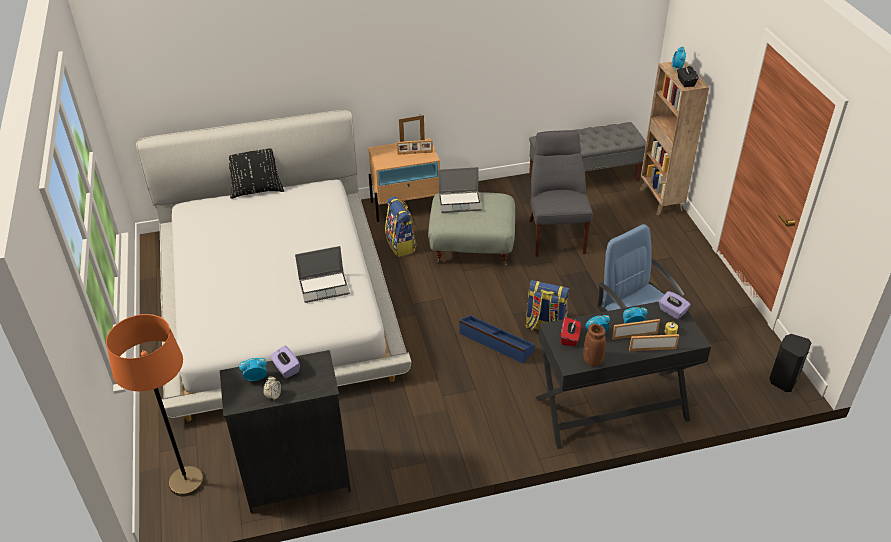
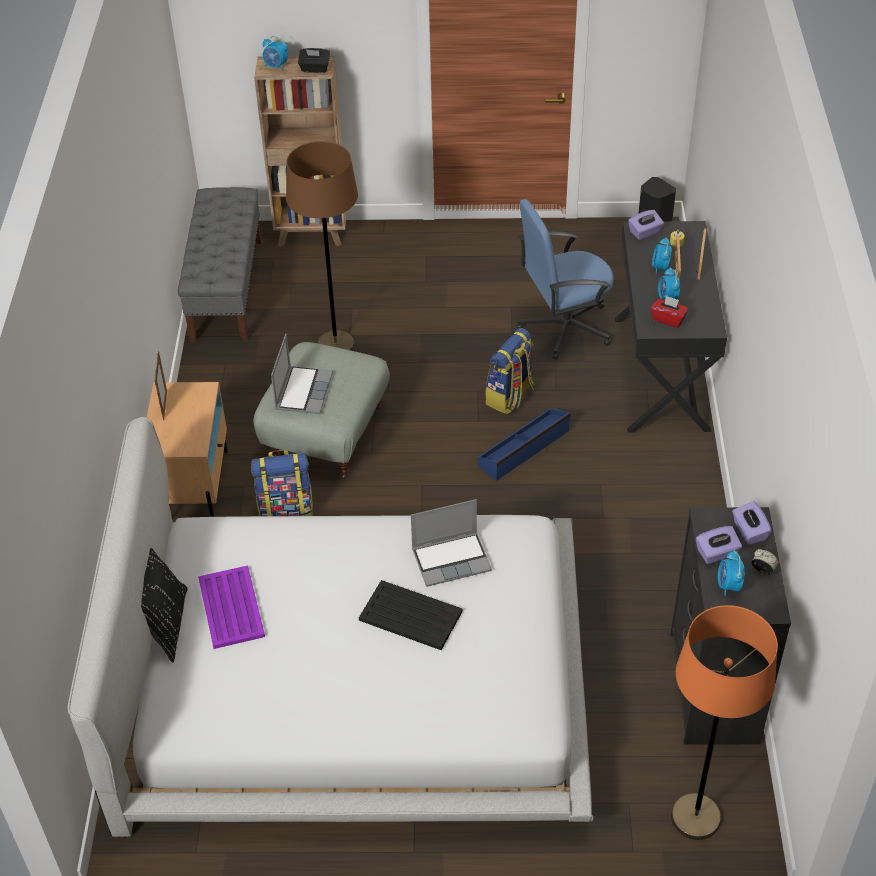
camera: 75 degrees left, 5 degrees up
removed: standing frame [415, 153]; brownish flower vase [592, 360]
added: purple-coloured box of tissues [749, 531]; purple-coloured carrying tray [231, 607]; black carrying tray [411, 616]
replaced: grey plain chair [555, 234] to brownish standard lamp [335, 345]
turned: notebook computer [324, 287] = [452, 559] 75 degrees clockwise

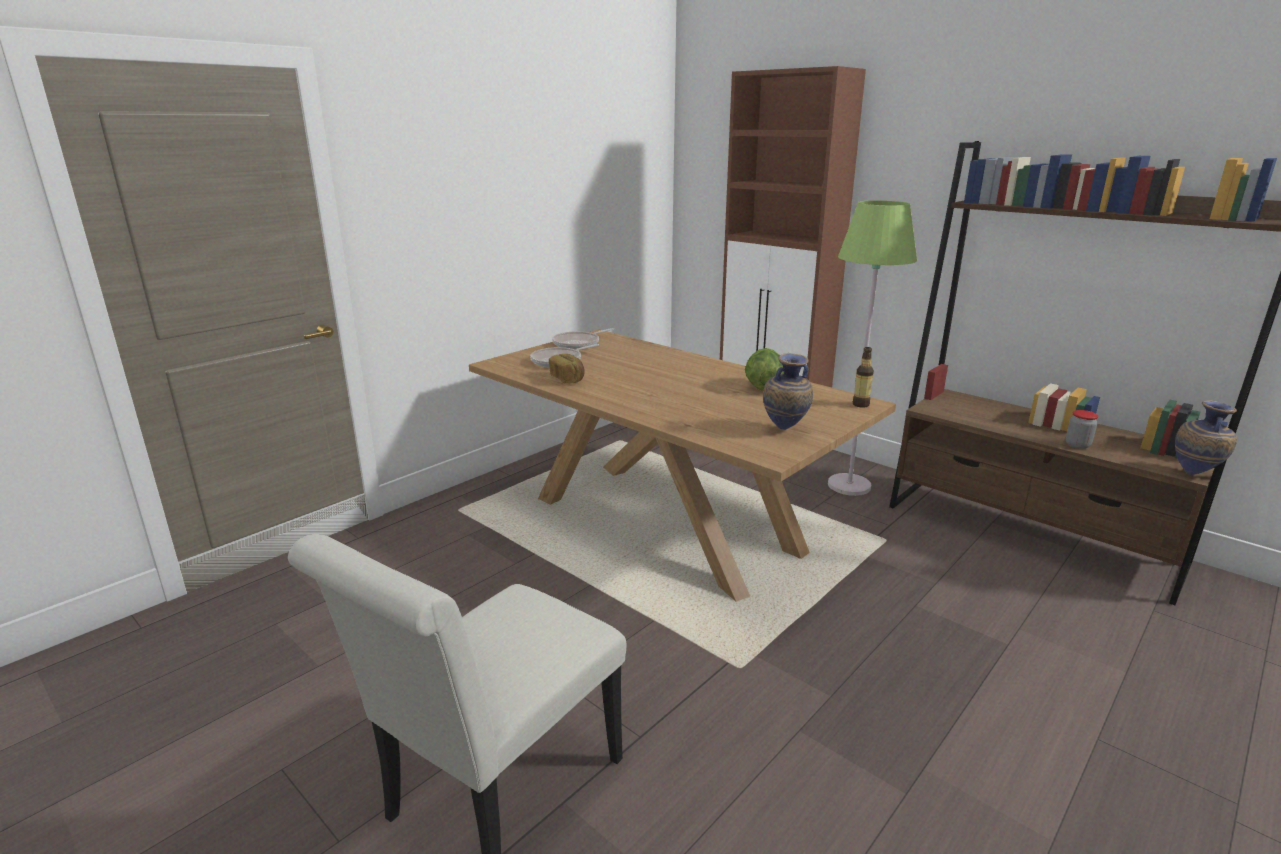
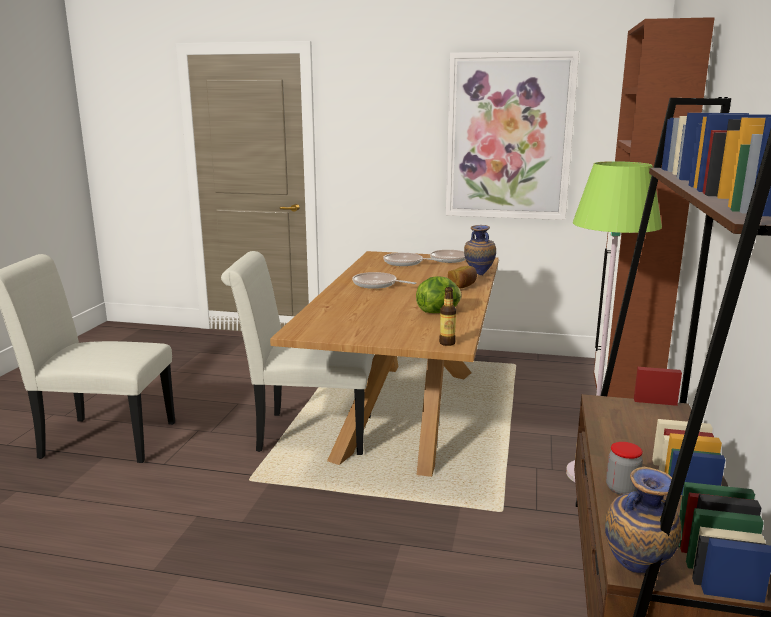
camera: 60 degrees right, 5 degrees down
added: wall art [509, 137]; white-coloured plain chair [306, 433]; frying pan [377, 284]
moved: flower vase [784, 430] to [478, 275]; bread [568, 379] to [463, 286]

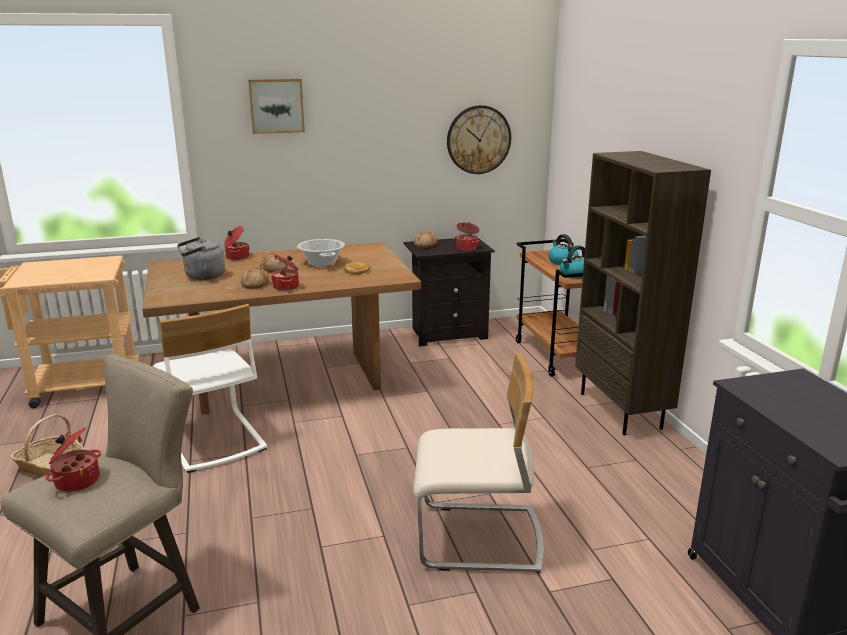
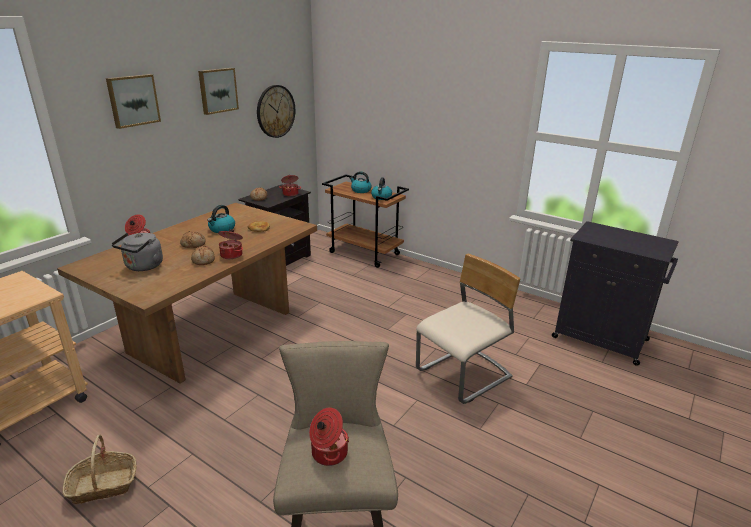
camera: 40 degrees left, 5 degrees up
removed: brownish bookcase [621, 411]; white-coloured plain chair [212, 440]
added: wall art [217, 90]
replaced: saucepot [322, 263] to kettle [222, 229]

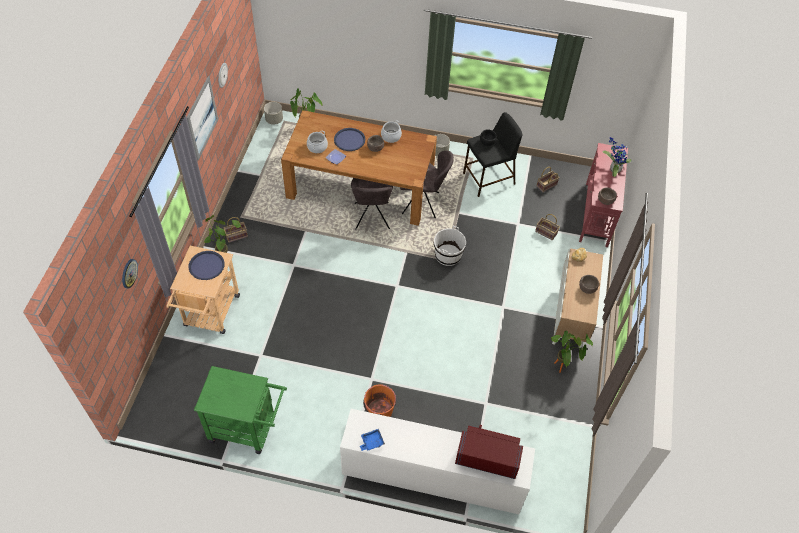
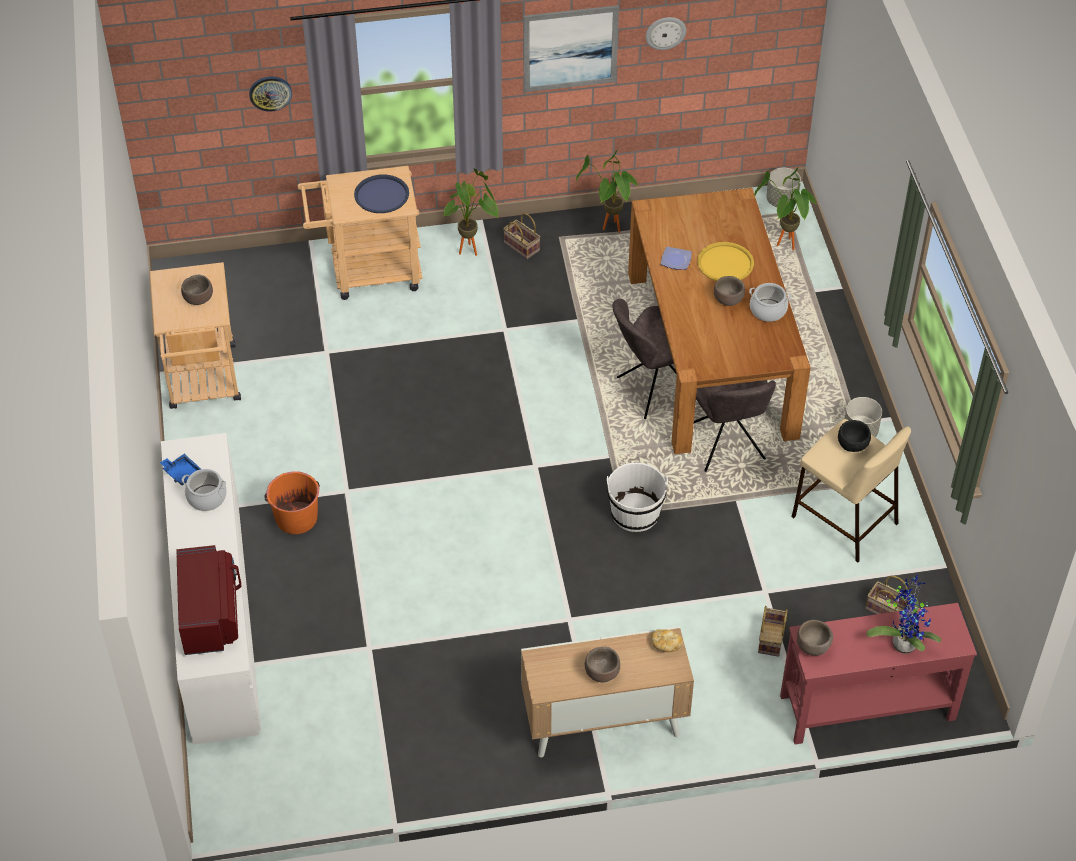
camera: 70 degrees right, 5 degrees down
added: brownish serving bowl [198, 299]
moved: saucepot [317, 147] to [207, 498]; houseplant [562, 369] to [610, 231]
recoloured: black stool seat [488, 179] to sand-coloured stool seat [843, 519]; bluish carrying tray [349, 140] to yellowish carrying tray [725, 263]; green-coloured cart [248, 428] to sand-coloured cart [204, 383]

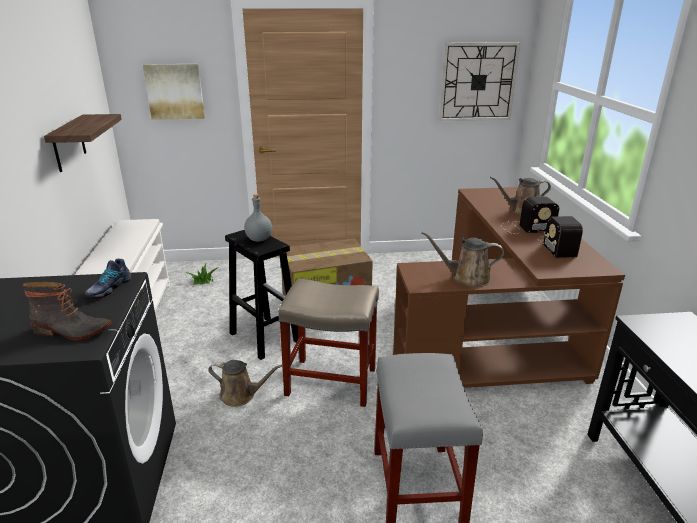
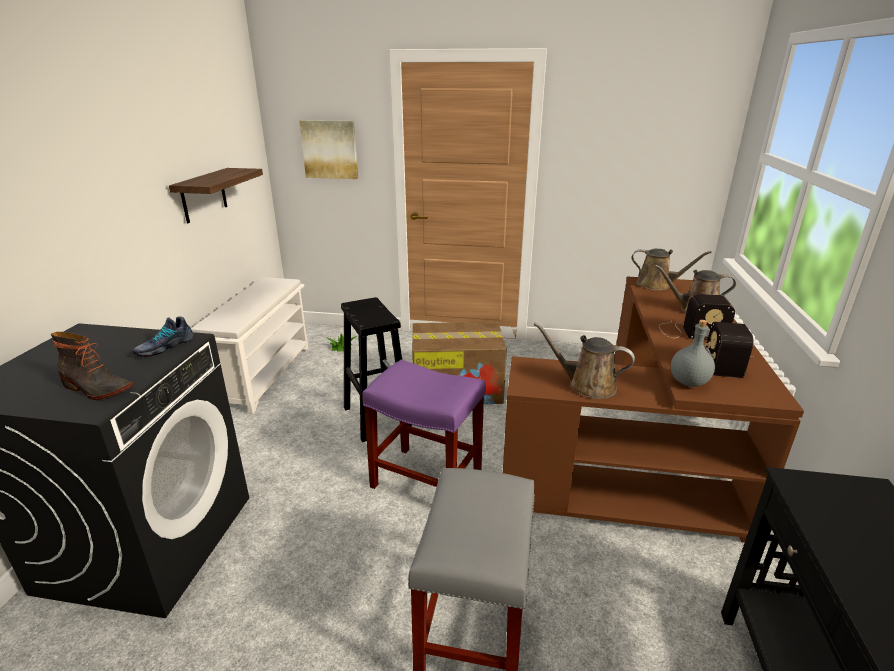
camera: 15 degrees right, 0 degrees up
removed: clock on the wall [478, 82]
moved: grey drink bottle [259, 239] to [689, 382]; brownish watering pot [241, 395] to [657, 285]
recoloured: sand-coloured stool seat [332, 381] to purple-coloured stool seat [428, 480]

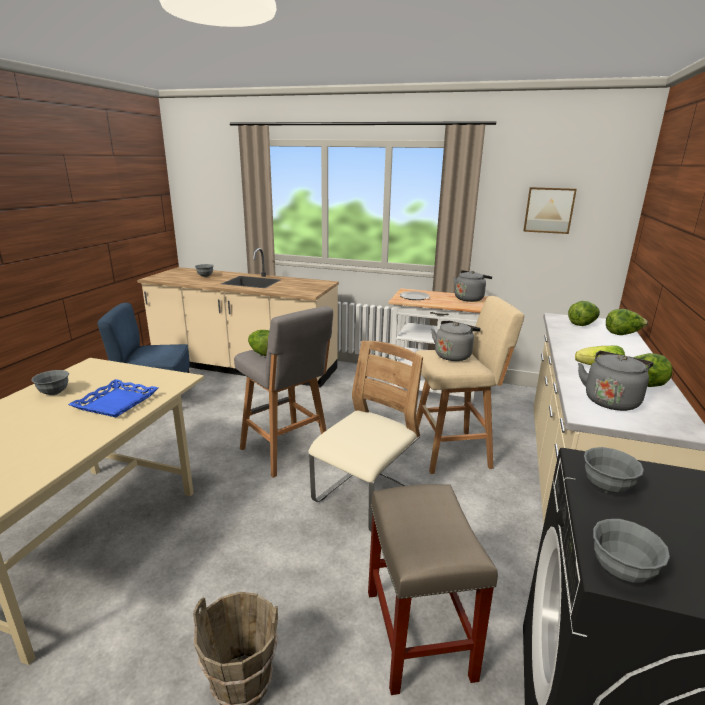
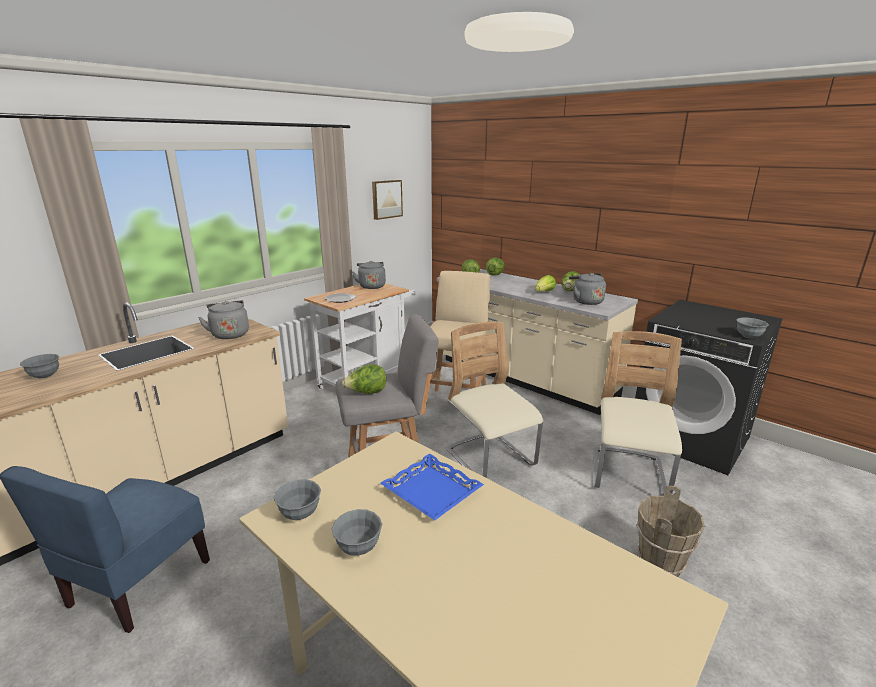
camera: 65 degrees left, 0 degrees up
moved: grey kettle [453, 355] to [229, 334]; grey serving bowl [606, 487] to [300, 514]
replaced: sand-coloured stool seat [419, 635] to sand-coloured plain chair [628, 475]

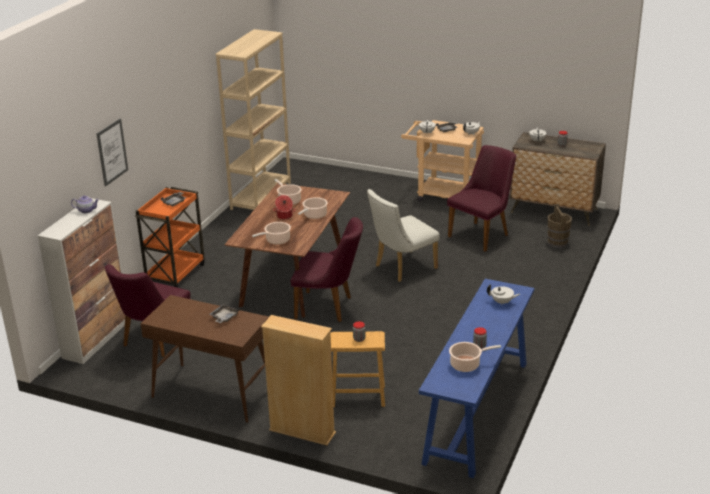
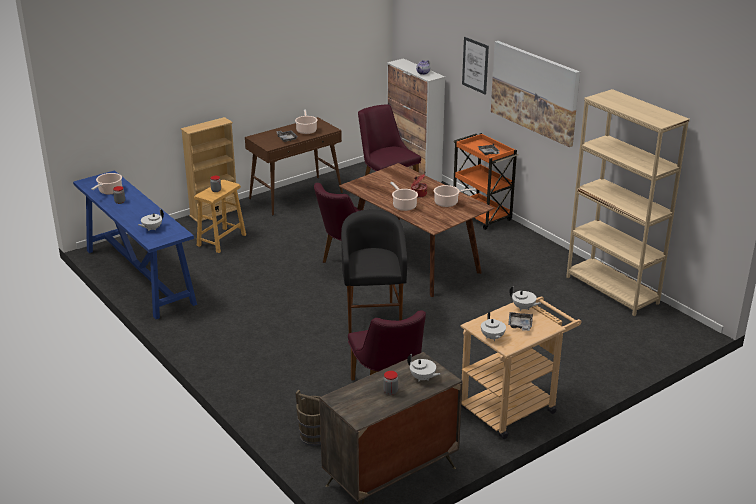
camera: 120 degrees right, 0 degrees up
added: wall art [534, 92]
moved: saucepot [276, 240] to [306, 130]
replaced: white-coloured plain chair [402, 268] to black stool seat [373, 318]

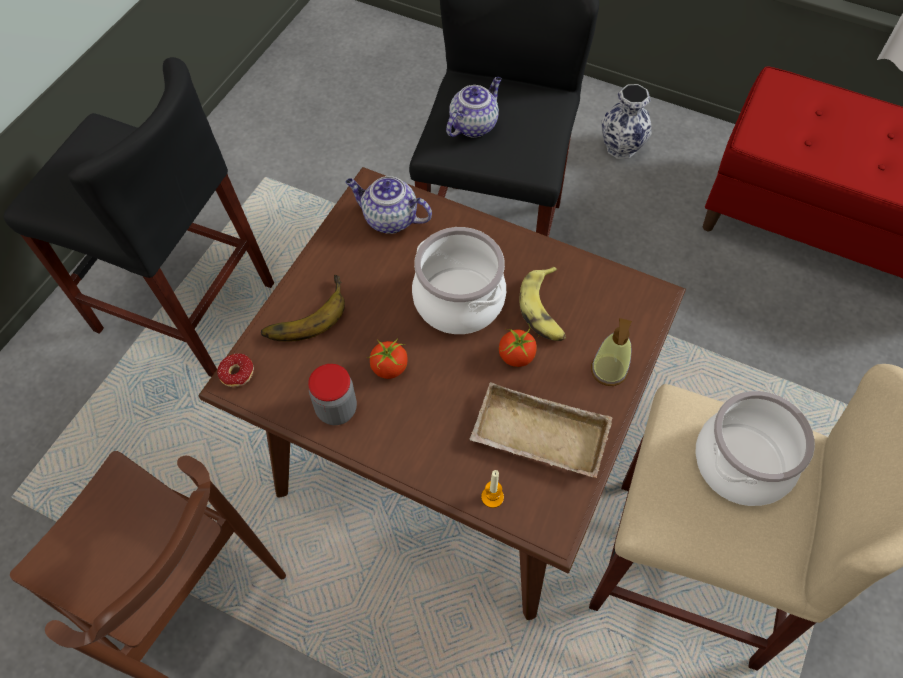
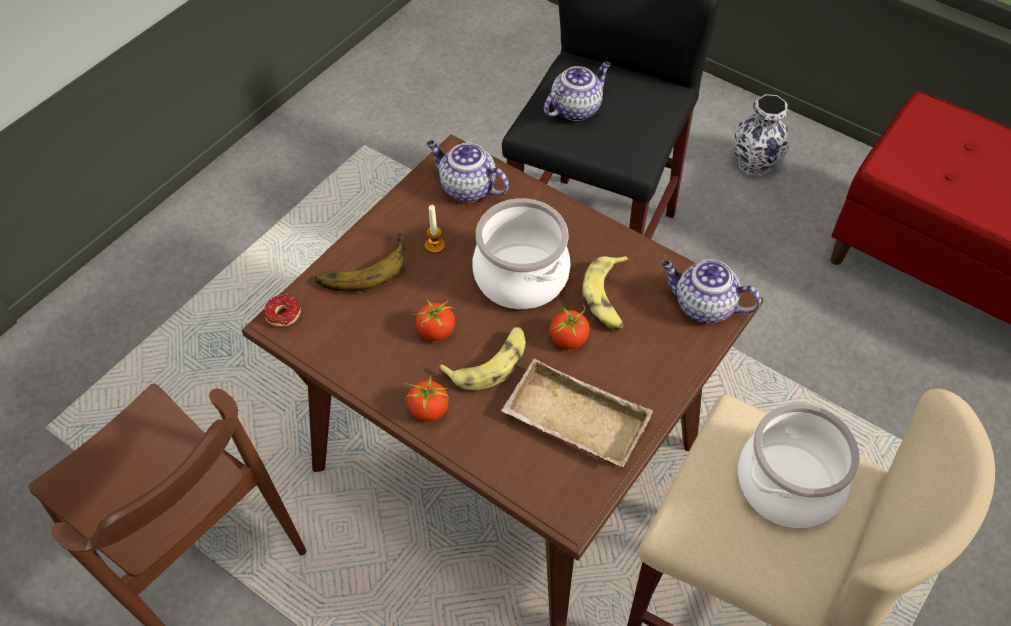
camera: 10 degrees right, 5 degrees down
removed: black stool seat [184, 307]; liquid soap bottle [608, 370]; storage jar [336, 409]
added: tea pot [702, 306]; whole banana [489, 363]; whole tomato [428, 410]
moved: wax light [492, 497] to [435, 245]

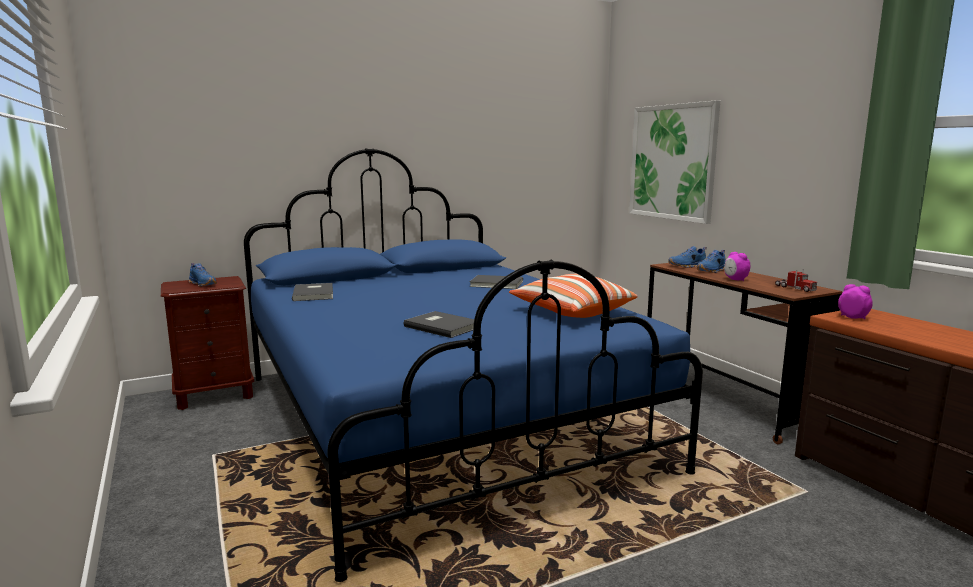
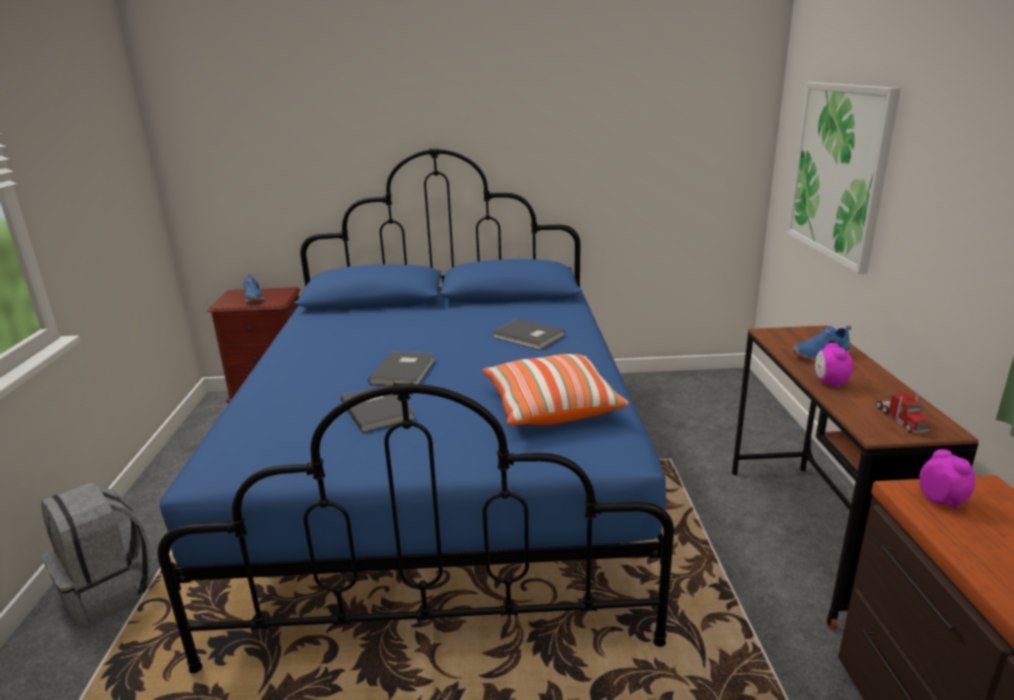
camera: 25 degrees right, 10 degrees up
removed: bluish item of footwear [688, 266]
added: grey backpack [109, 591]
moved: grey bound book [315, 294] to [405, 371]

